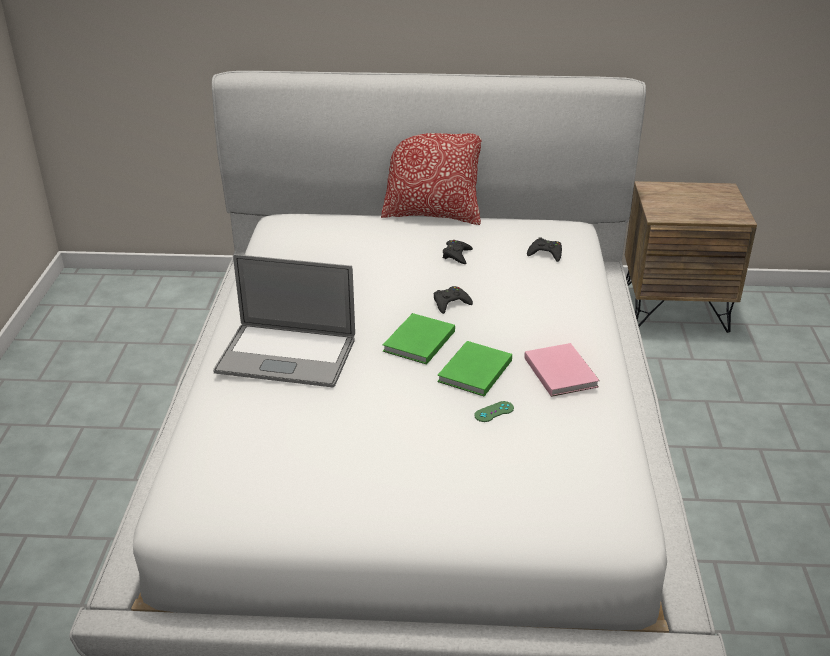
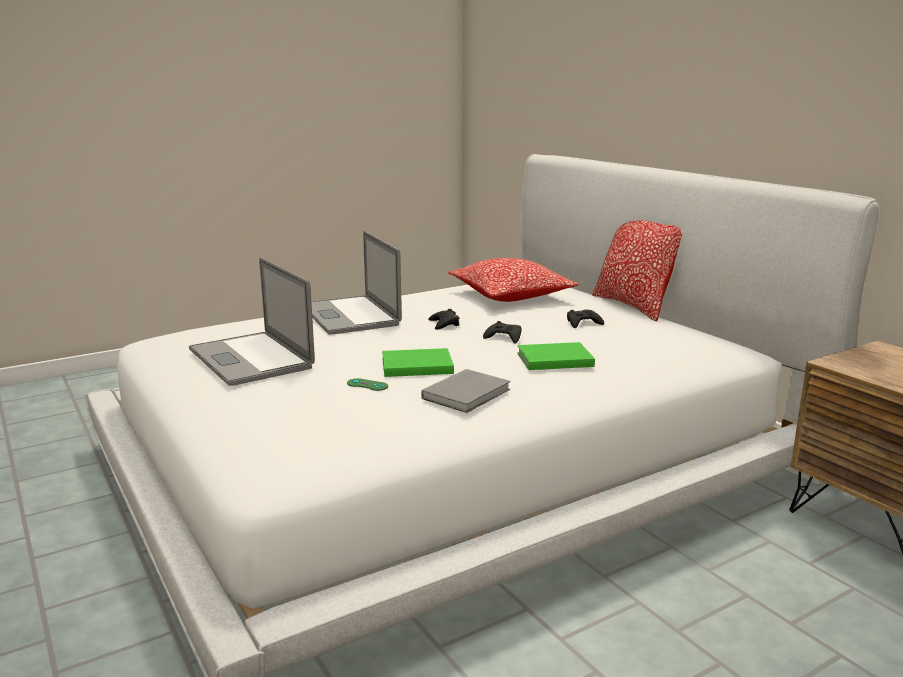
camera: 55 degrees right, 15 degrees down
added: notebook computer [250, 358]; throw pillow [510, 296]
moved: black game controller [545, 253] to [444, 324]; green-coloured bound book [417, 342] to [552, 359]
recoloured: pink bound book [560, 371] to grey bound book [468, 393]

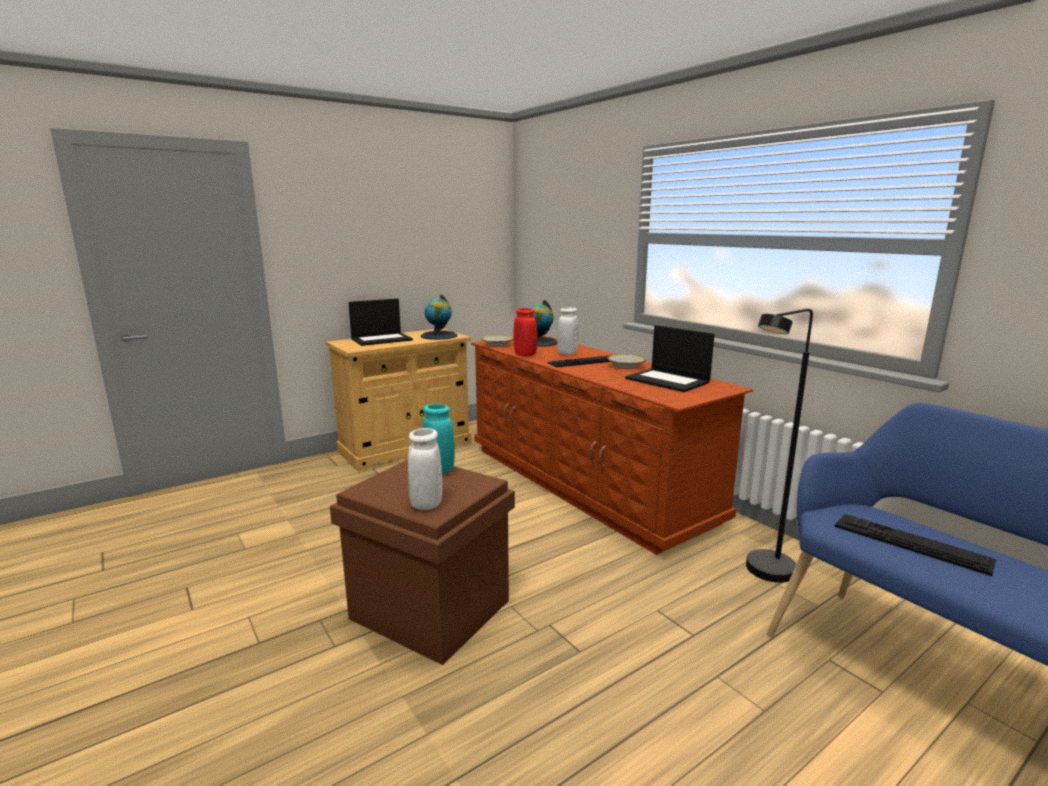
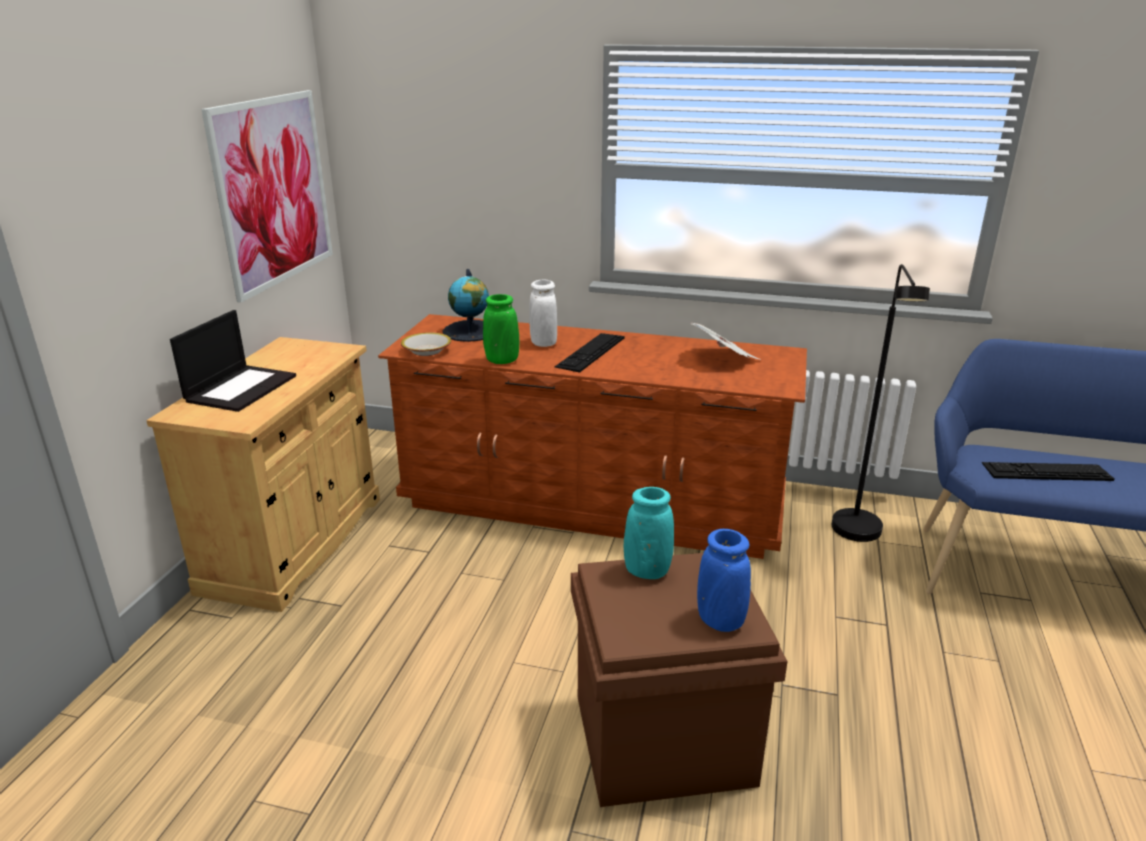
camera: 40 degrees left, 10 degrees up
removed: world globe [439, 336]; serving bowl [626, 366]
added: wall art [273, 191]
replaced: notebook computer [668, 380] to newspaper [723, 359]
recoloured: red-coloured flower vase [525, 355] to green-coloured flower vase [502, 361]; white-coloured flower vase [426, 504] to bluish flower vase [720, 621]

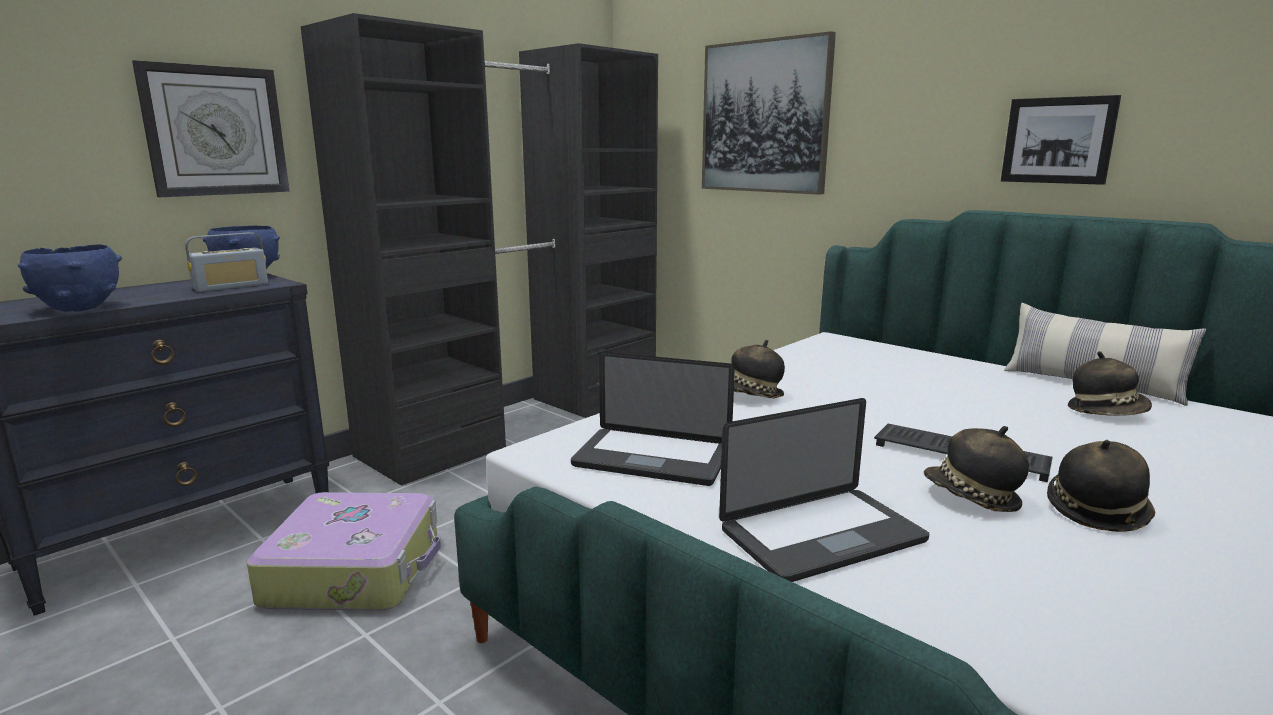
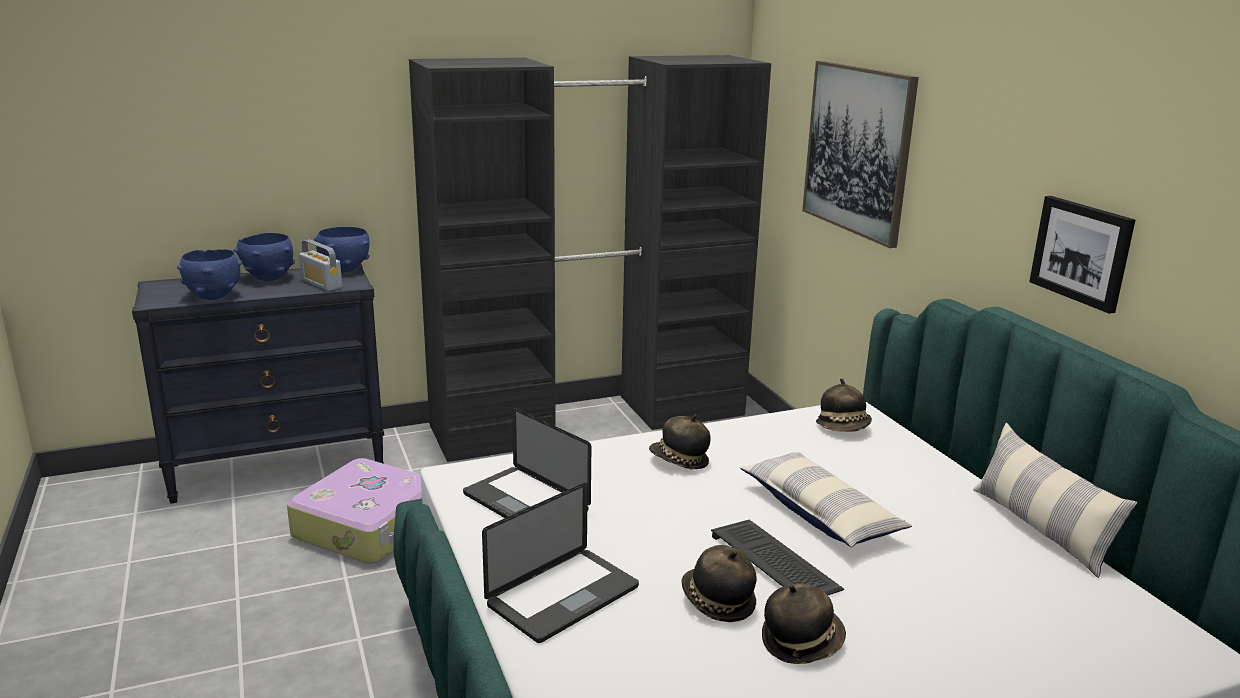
camera: 25 degrees right, 5 degrees up
removed: clock on the wall [215, 131]
added: bluish serving bowl [268, 278]; throw pillow [820, 513]
moved: clothing hat [1106, 412] to [843, 428]
turned: radio [231, 286] = [321, 284] 60 degrees clockwise; notebook computer [822, 536] = [563, 596] 45 degrees counterclockwise

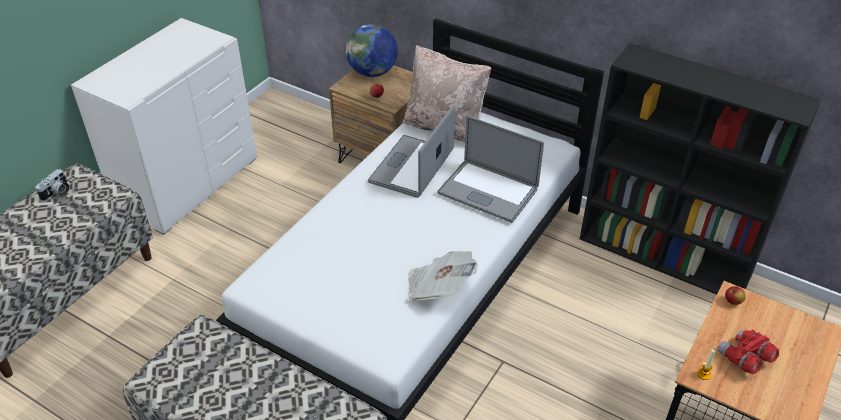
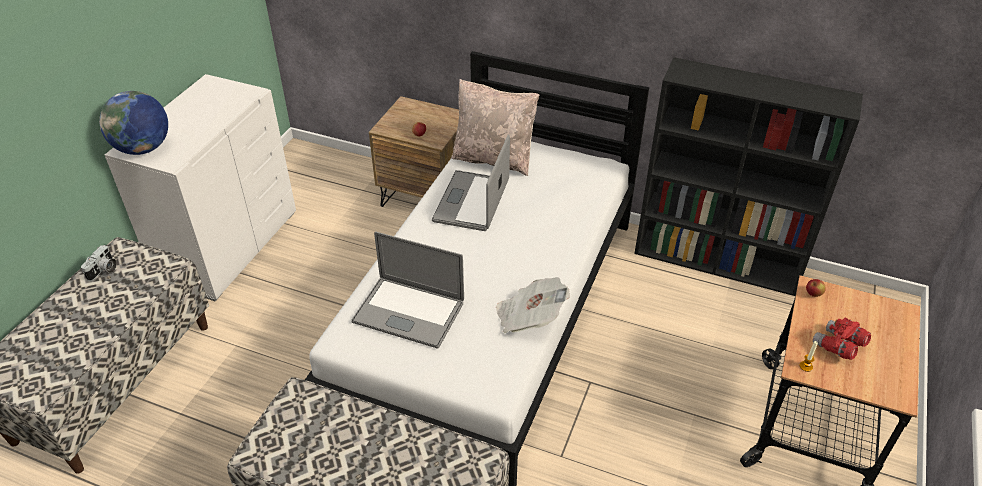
camera: 10 degrees left, 0 degrees up
moved: world globe [372, 72] to [143, 148]; notebook computer [487, 191] to [408, 312]

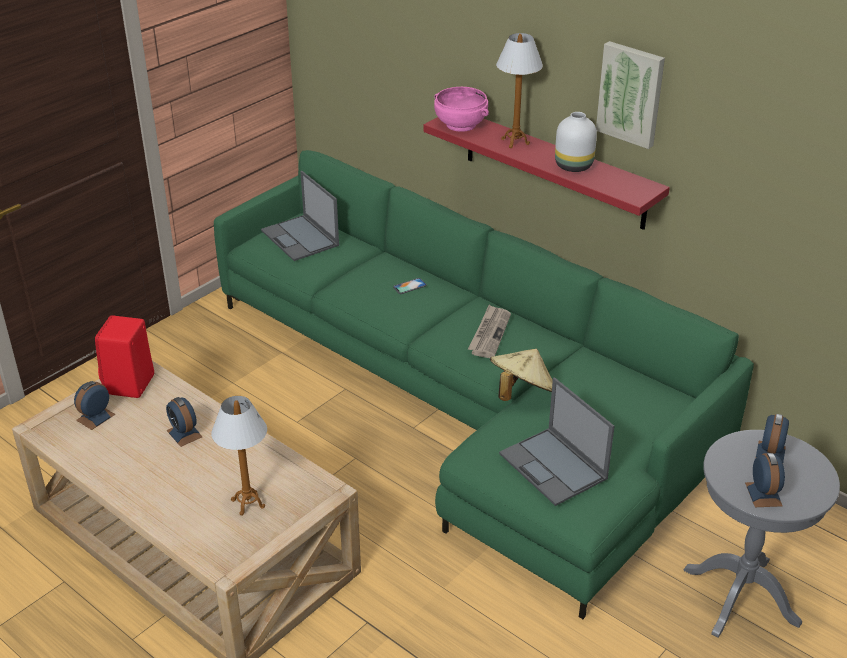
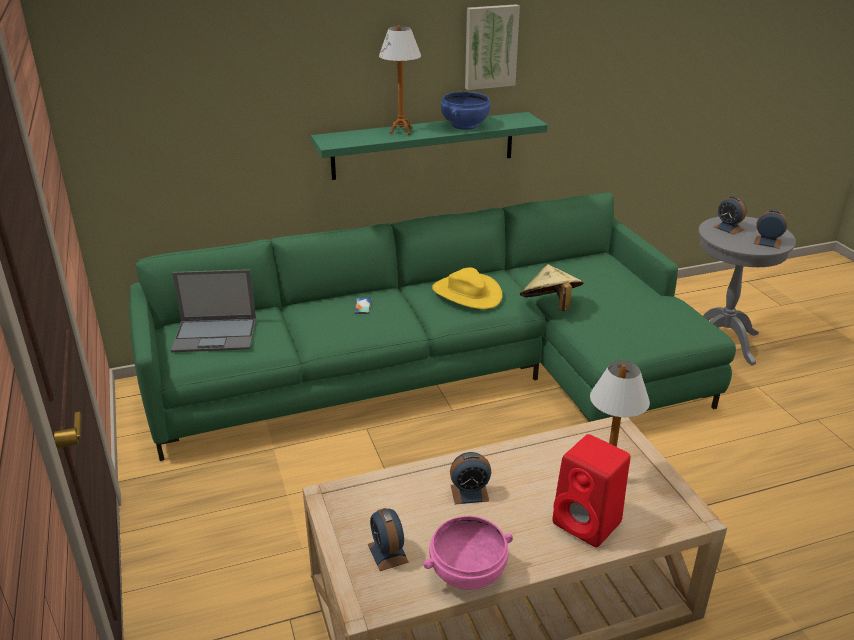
camera: 60 degrees left, 5 degrees down
removed: notebook computer [554, 467]
moved: pink serving bowl [461, 124] to [467, 572]; red-coloured loudspeaker [129, 385] to [589, 524]
replaced: white-coloured flower vase [574, 165] to bluish serving bowl [464, 125]; newspaper [489, 333] to yellowish clothing hat [466, 293]
recoloured: red-coloured bracket shelf [554, 169] to green-coloured bracket shelf [423, 145]

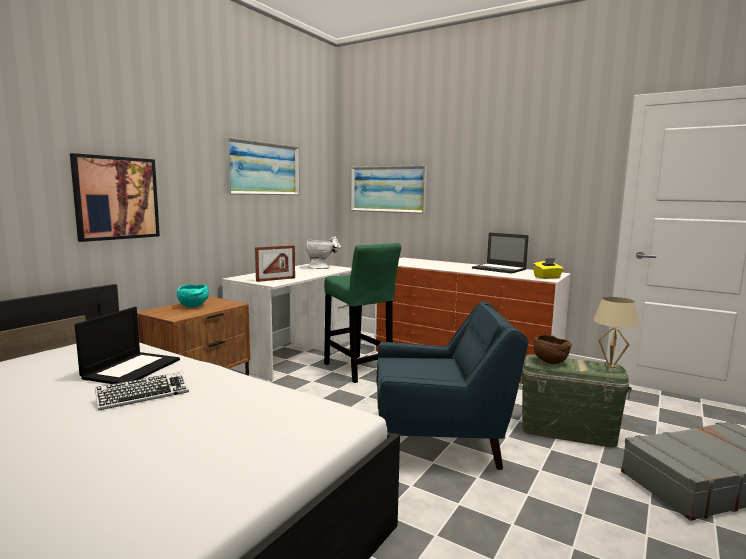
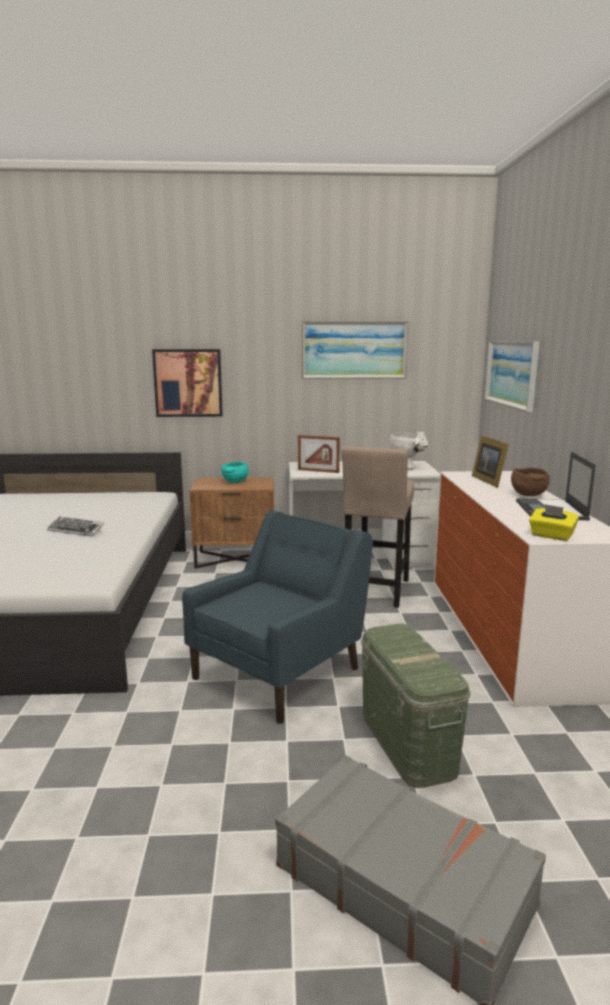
camera: 55 degrees right, 5 degrees up
removed: sand-coloured tabletop lamp [610, 366]; notebook computer [132, 368]
added: standing frame [489, 481]
moved: brownish serving bowl [549, 362] to [528, 495]
recoloured: green-coloured stool seat [359, 370] to sand-coloured stool seat [376, 592]
turned: bluish armchair [439, 441] = [280, 672] 105 degrees counterclockwise

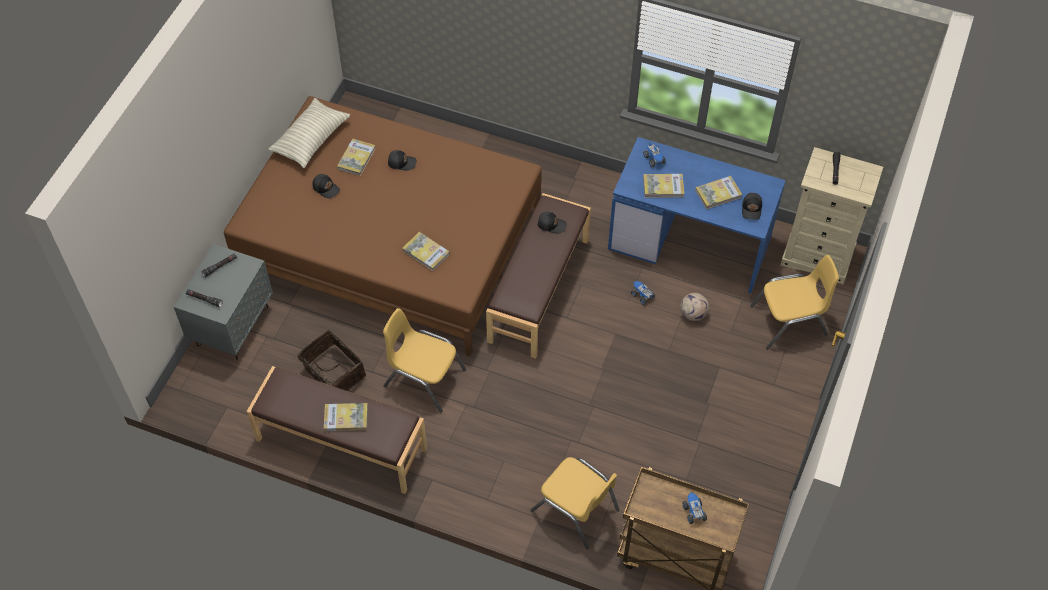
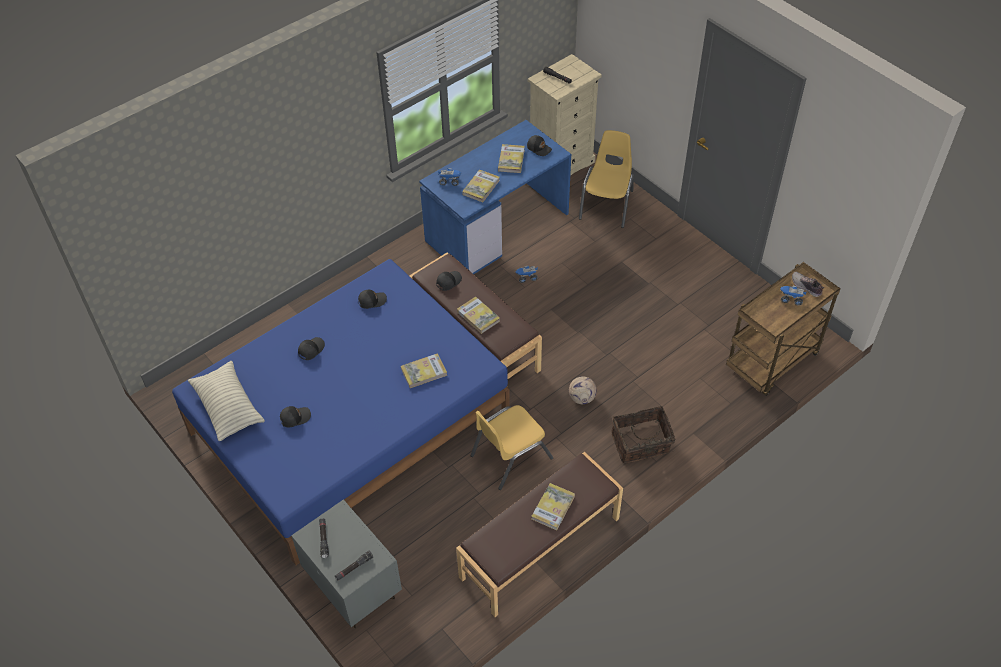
camera: 60 degrees left, 5 degrees down
removed: yellowish plain chair [575, 510]
added: item of footwear [806, 287]; black cap [372, 300]
moved: bound book [356, 158] to [478, 316]; football ball [693, 314] to [582, 398]; household basket [333, 374] to [641, 444]
recoloured: brownish bed [390, 242] to bluish bed [348, 422]

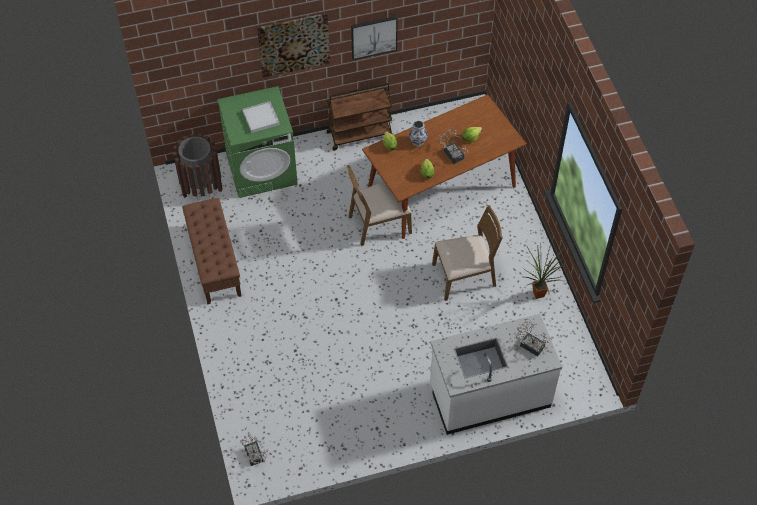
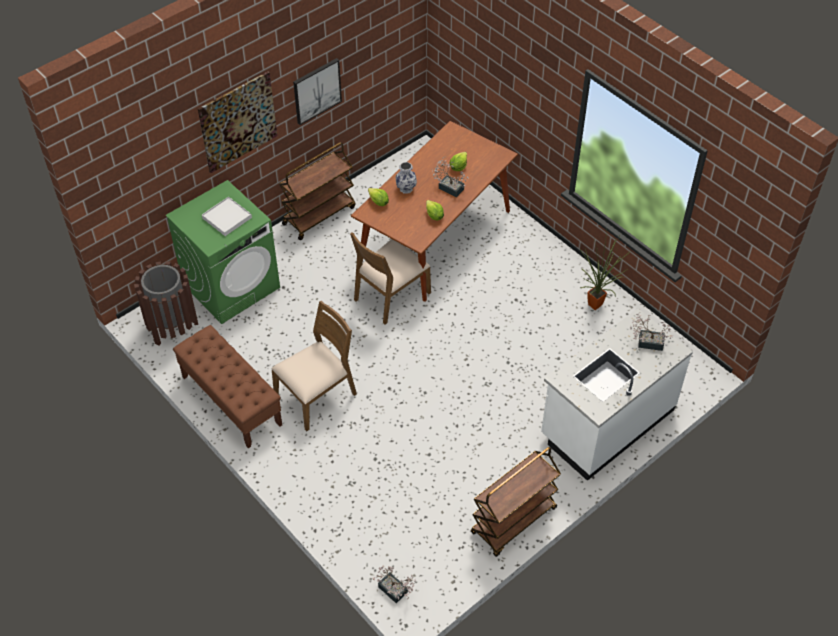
camera: 25 degrees left, 5 degrees down
added: brownish cart [513, 521]
moved: brownish plain chair [464, 276] to [317, 396]

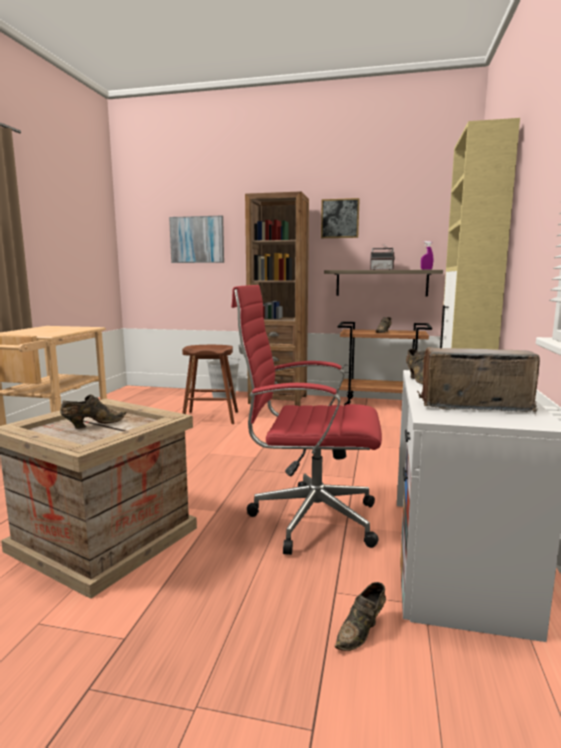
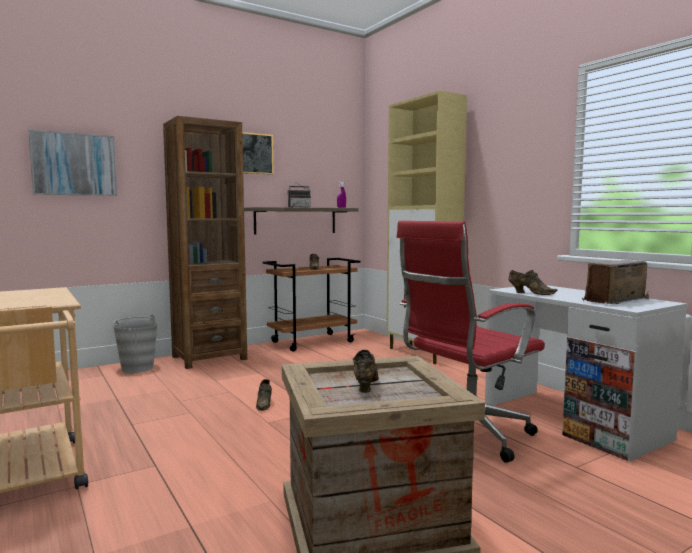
camera: 45 degrees left, 5 degrees down
removed: brownish stool seat [210, 418]
moved: brownish item of footwear [362, 631] to [264, 404]

